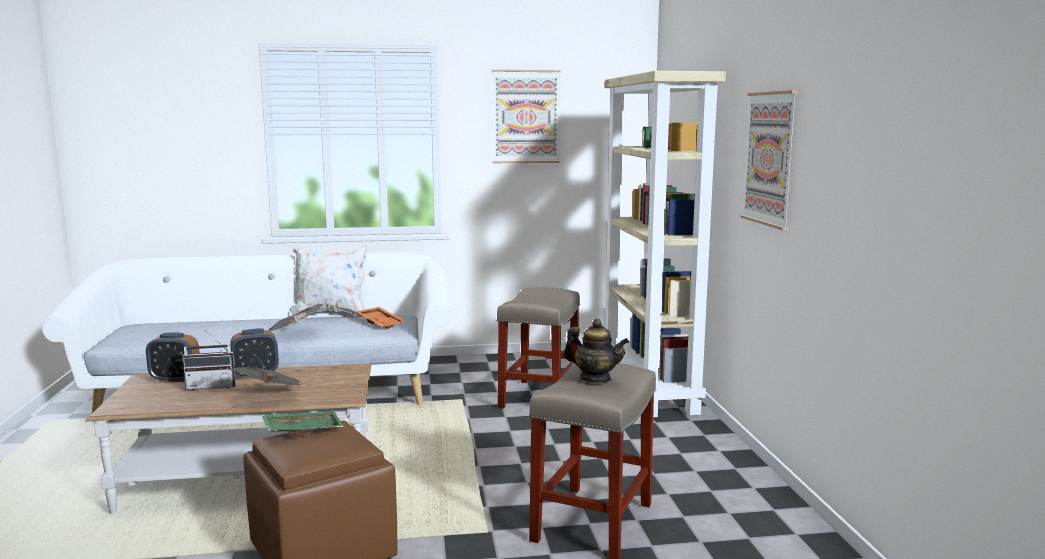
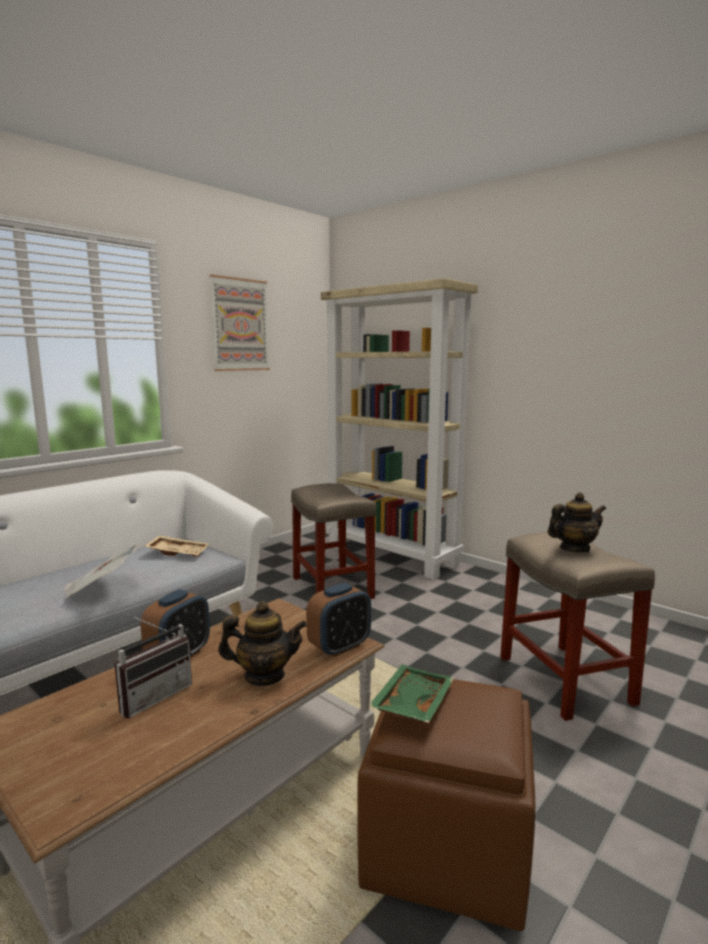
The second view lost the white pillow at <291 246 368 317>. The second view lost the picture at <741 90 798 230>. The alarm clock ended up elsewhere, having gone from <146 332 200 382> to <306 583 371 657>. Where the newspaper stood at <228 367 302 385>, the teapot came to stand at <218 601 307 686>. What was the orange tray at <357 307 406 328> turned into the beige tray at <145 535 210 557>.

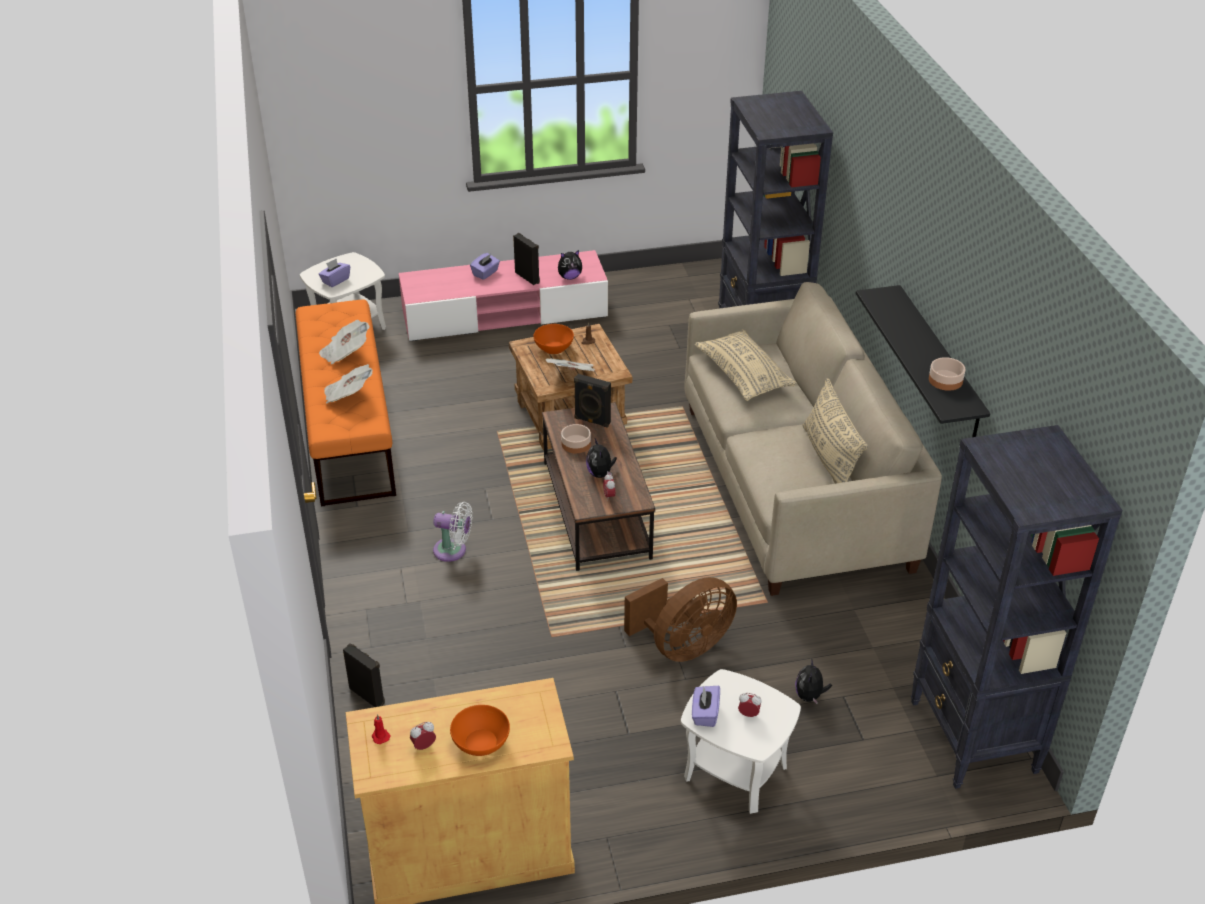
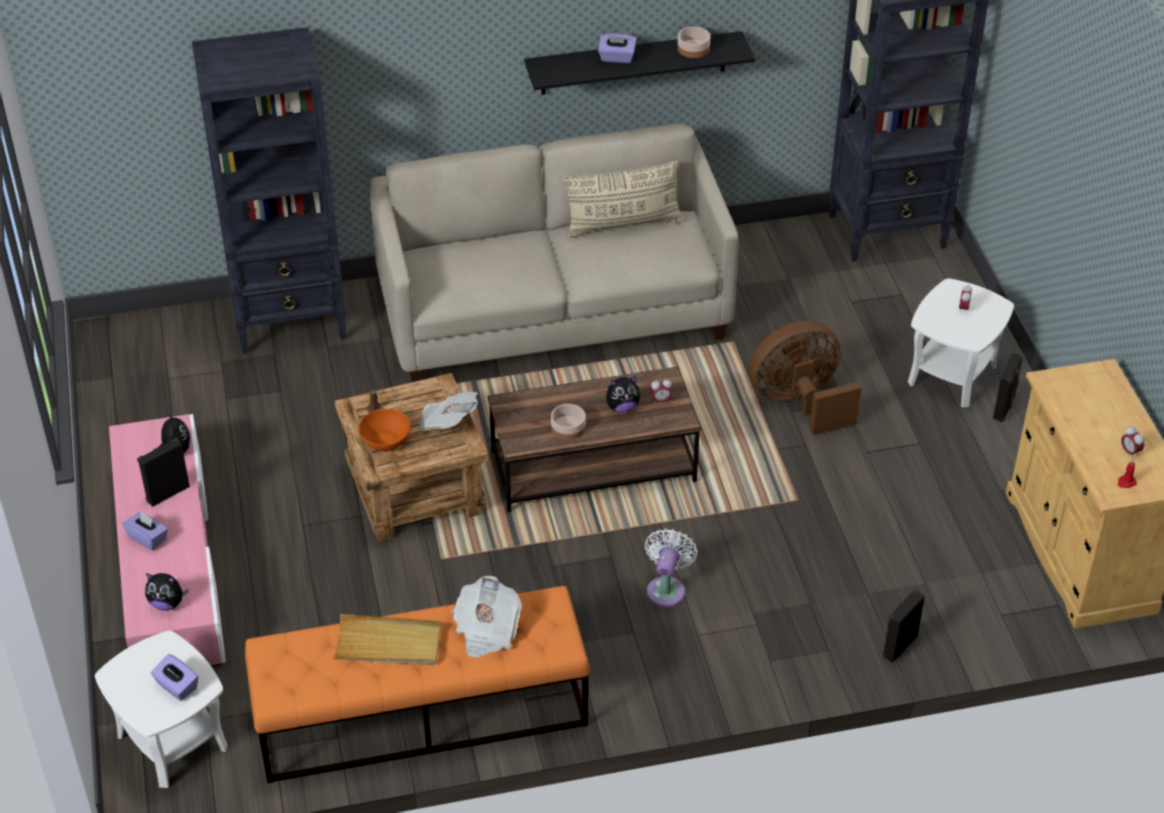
The second view lost the orange bowl at <450 705 510 756>. The second view lost the beige pillow at <695 329 797 401>. The black speaker ended up elsewhere, having gone from <574 374 611 428> to <993 353 1023 422>. The purple tissue box ended up elsewhere, having gone from <692 686 720 727> to <598 33 637 63>. The plush toy ended up elsewhere, having gone from <795 658 832 705> to <145 573 189 611>. Where the newspaper stood at <319 320 370 364>, the beige tray came to stand at <333 614 441 665>. The brown fan at <624 577 737 662> ended up facing another way, 75 degrees counterclockwise from before.

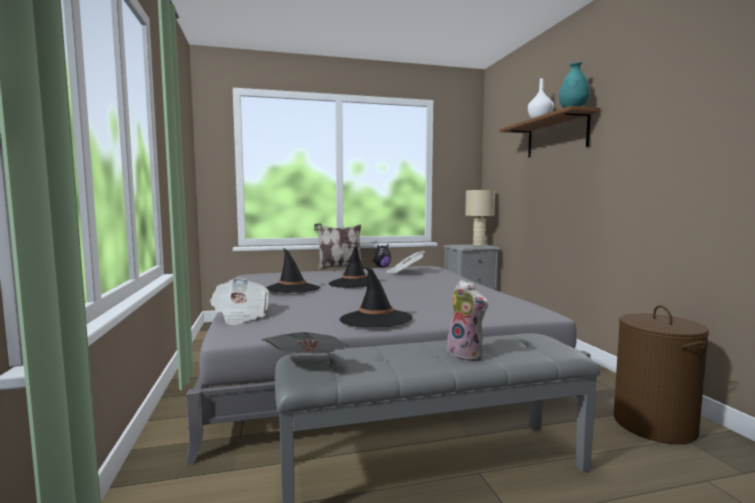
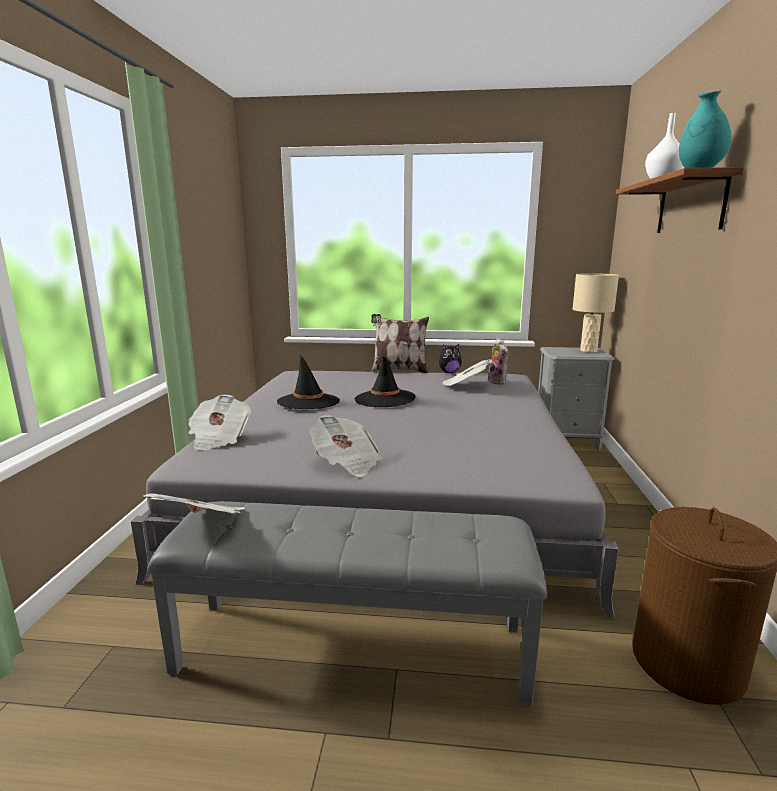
The plush toy ended up elsewhere, having gone from <447 280 488 361> to <488 338 509 385>. Where the black hat stood at <340 267 412 328>, the newspaper came to stand at <309 415 382 477>.

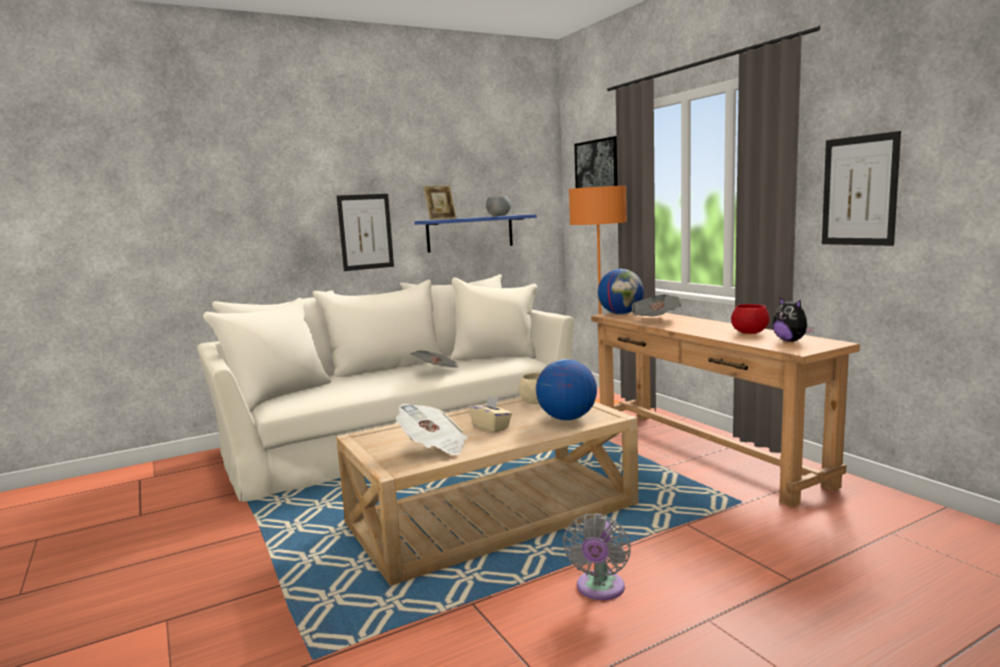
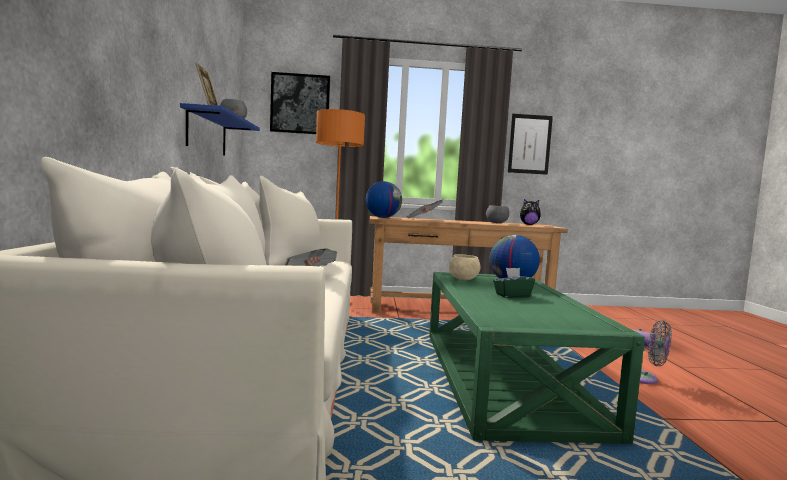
The second view lost the picture at <337 194 394 271>. The second view lost the newspaper at <396 404 468 455>. What was the beige coffee table at <336 397 639 586> turned into the green coffee table at <429 272 645 444>. What was the beige tissue box at <469 396 512 433> turned into the green tissue box at <493 268 535 298>. What was the red bowl at <731 304 769 334> turned into the grey bowl at <486 205 509 223>.

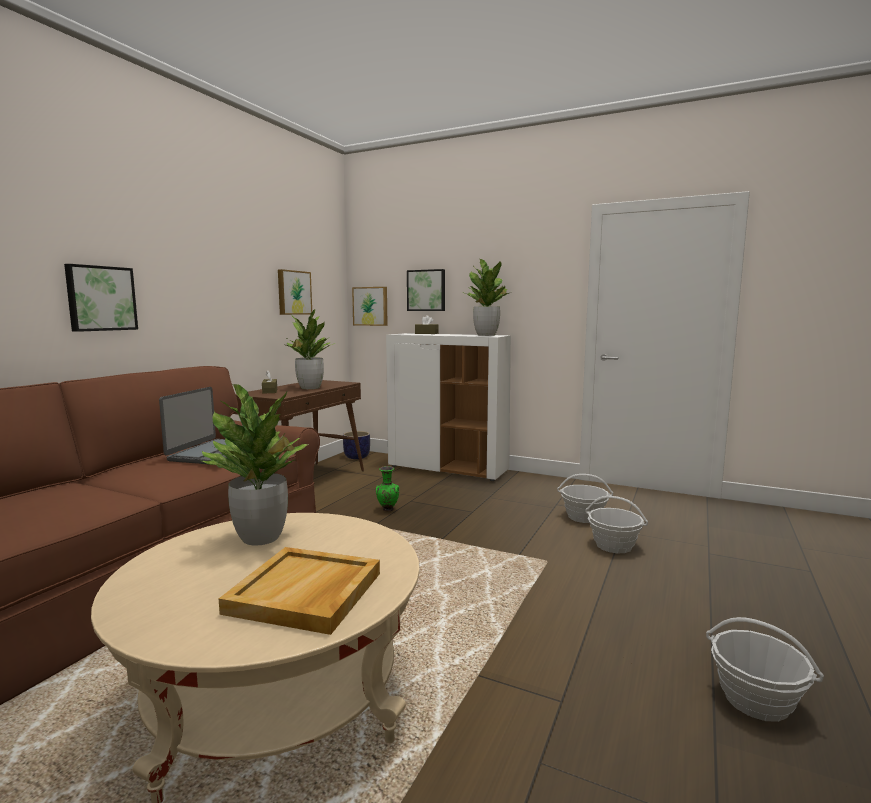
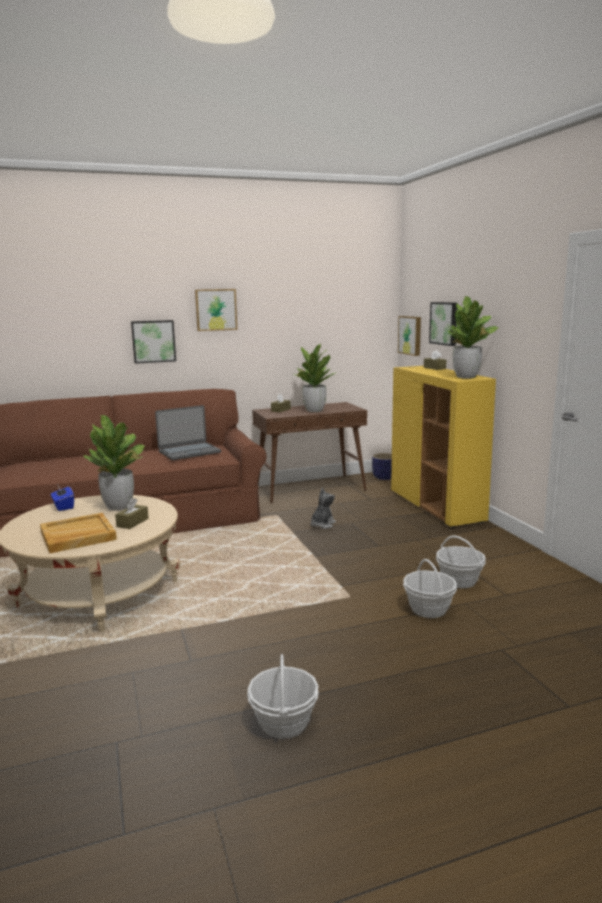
The second view gained the blue tissue box at <51 484 74 511>. The second view gained the brown tissue box at <115 498 149 529>. The picture ended up elsewhere, having gone from <278 269 312 315> to <195 289 237 331>. Where the green vase stood at <376 466 399 511>, the plush toy came to stand at <311 488 336 529>. What was the white cabinet at <386 333 511 481> turned into the yellow cabinet at <391 366 496 528>.

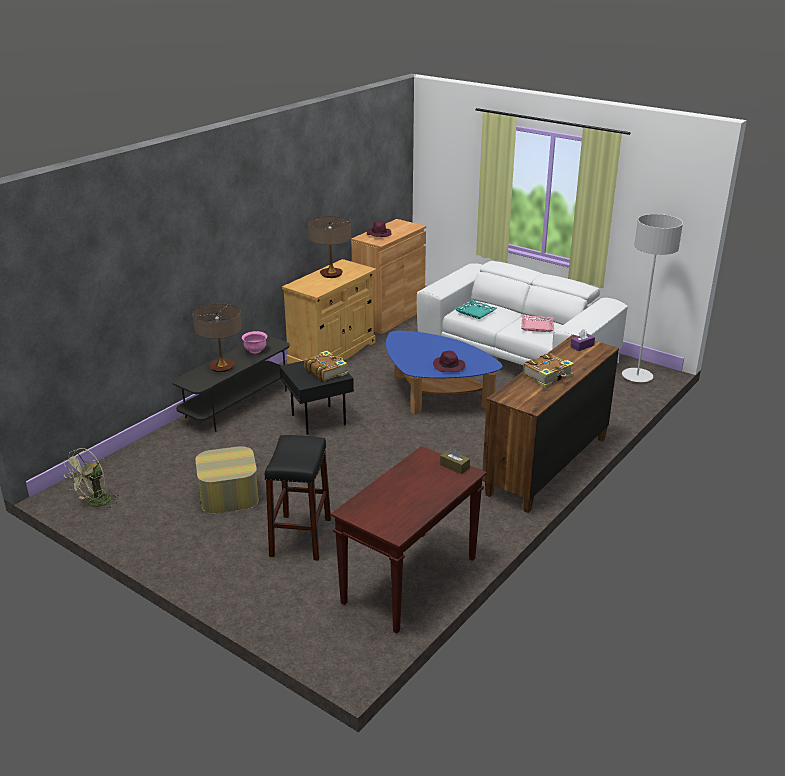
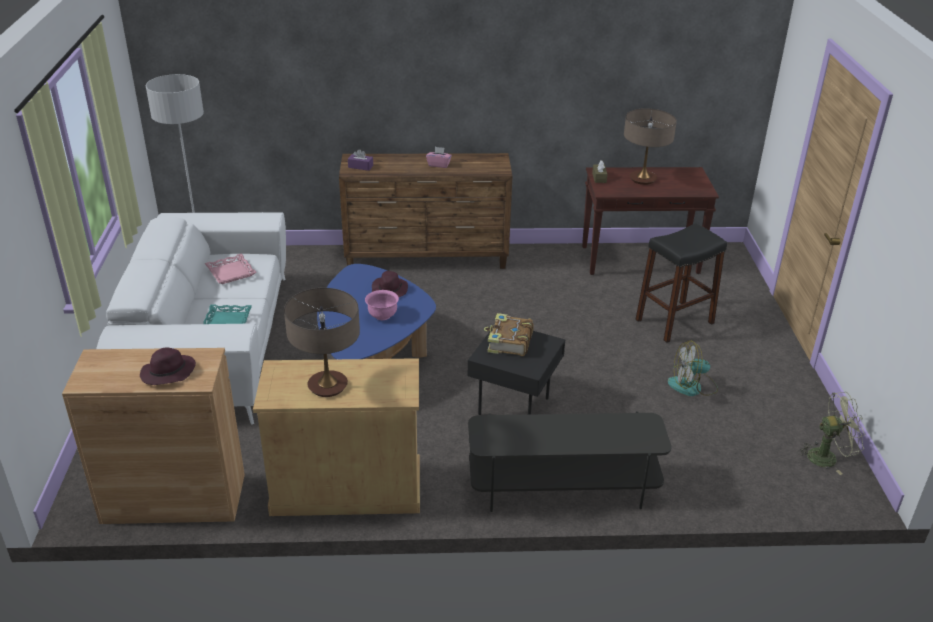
The table lamp ended up elsewhere, having gone from <193 304 242 372> to <624 108 677 185>. The pink bowl ended up elsewhere, having gone from <242 331 267 353> to <365 290 399 320>. Where the ottoman stood at <196 446 259 514>, the fan came to stand at <668 340 718 396>. Where the book stood at <523 353 574 387>, the pink tissue box came to stand at <426 147 452 168>.

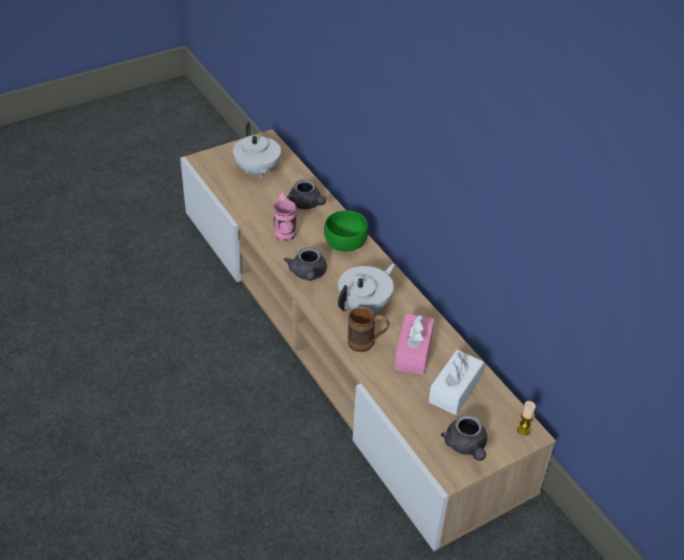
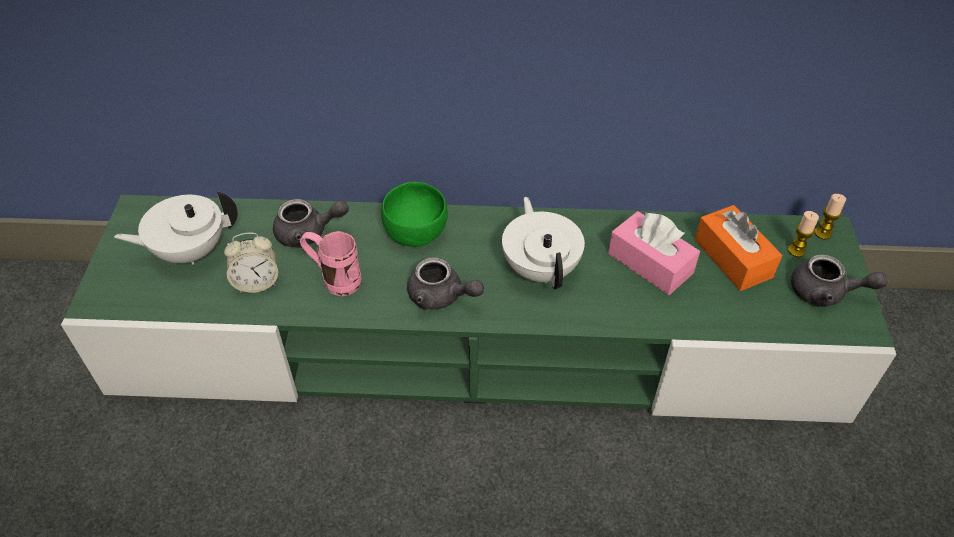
The second view lost the brown mug at <347 307 389 352>. The second view gained the alarm clock at <224 233 278 293>. The second view gained the candle at <788 211 819 257>. What was the beige tv stand at <180 129 556 551> turned into the green tv stand at <61 195 897 423>. What was the white tissue box at <429 350 484 415> turned into the orange tissue box at <695 205 782 291>. The white teapot at <233 122 281 178> ended up facing another way, 150 degrees clockwise from before.

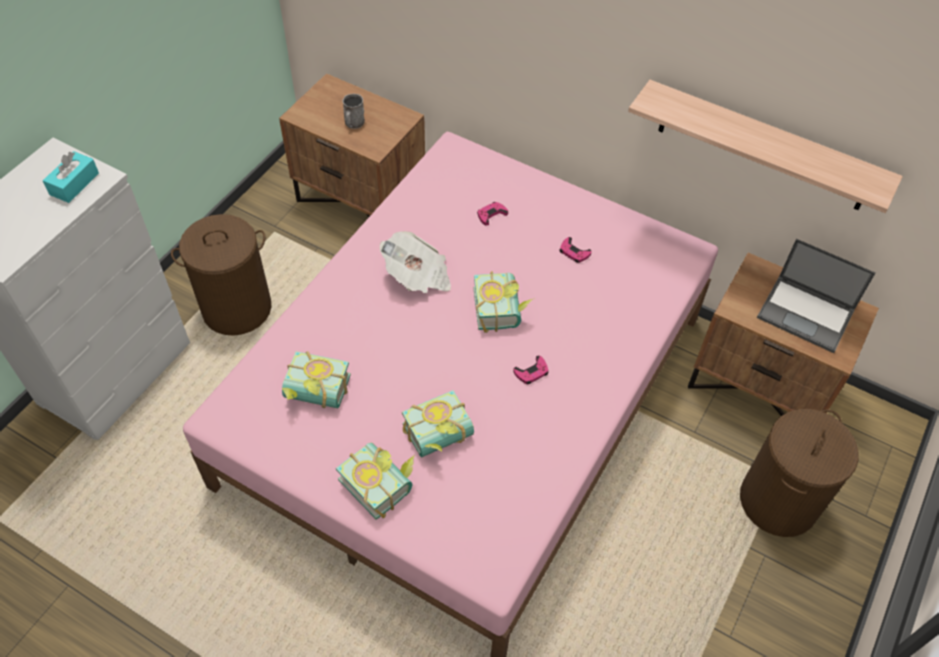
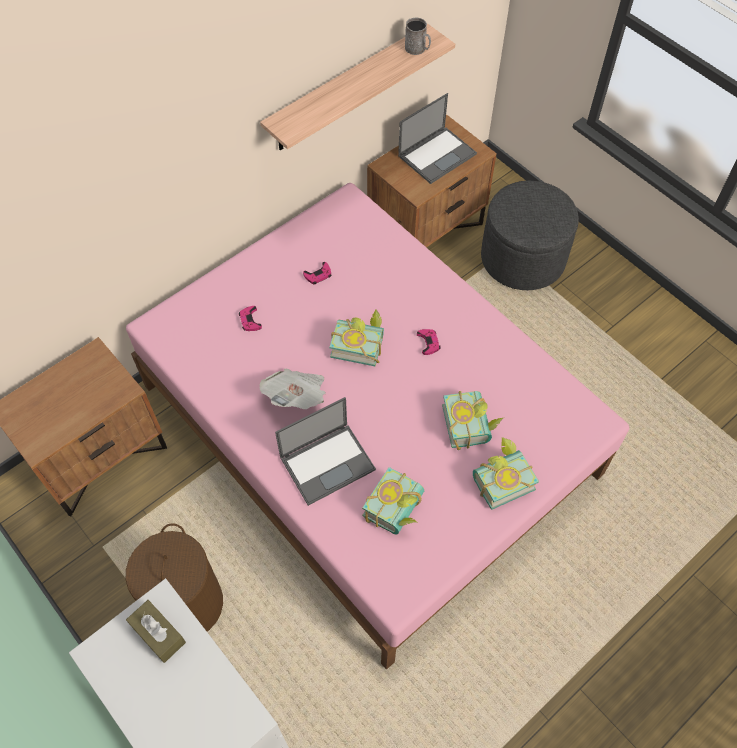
The second view gained the laptop at <275 397 376 506>. The grey mug ended up elsewhere, having gone from <342 94 365 129> to <405 17 431 55>. Where the brown laundry basket stood at <740 409 859 537>, the grey ottoman came to stand at <481 181 579 290>. What was the turquoise tissue box at <43 151 99 203> turned into the brown tissue box at <126 600 186 663>.

